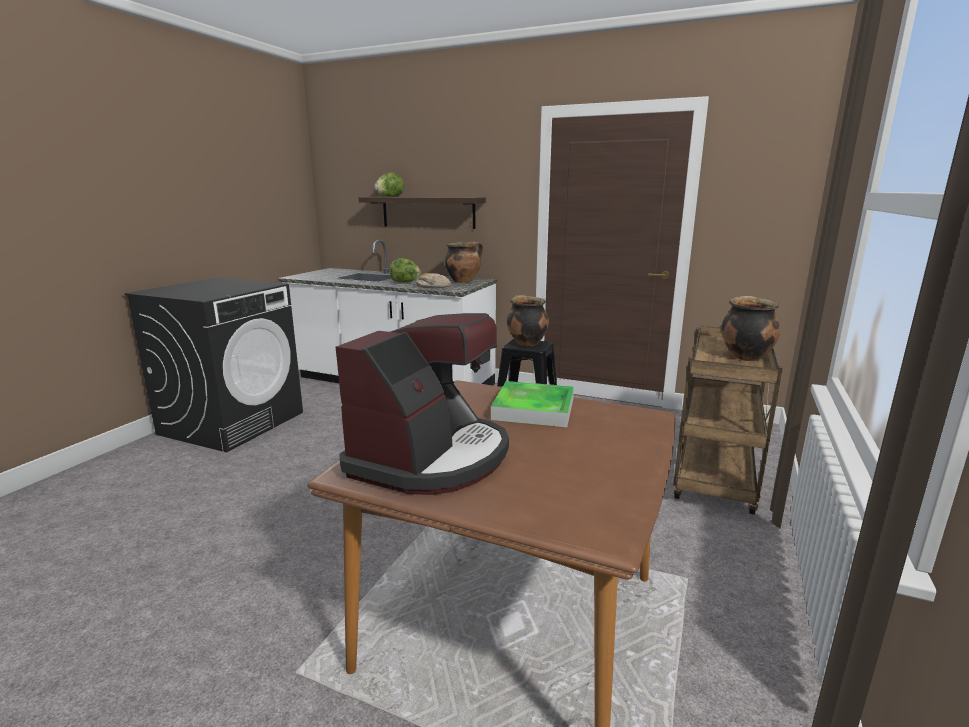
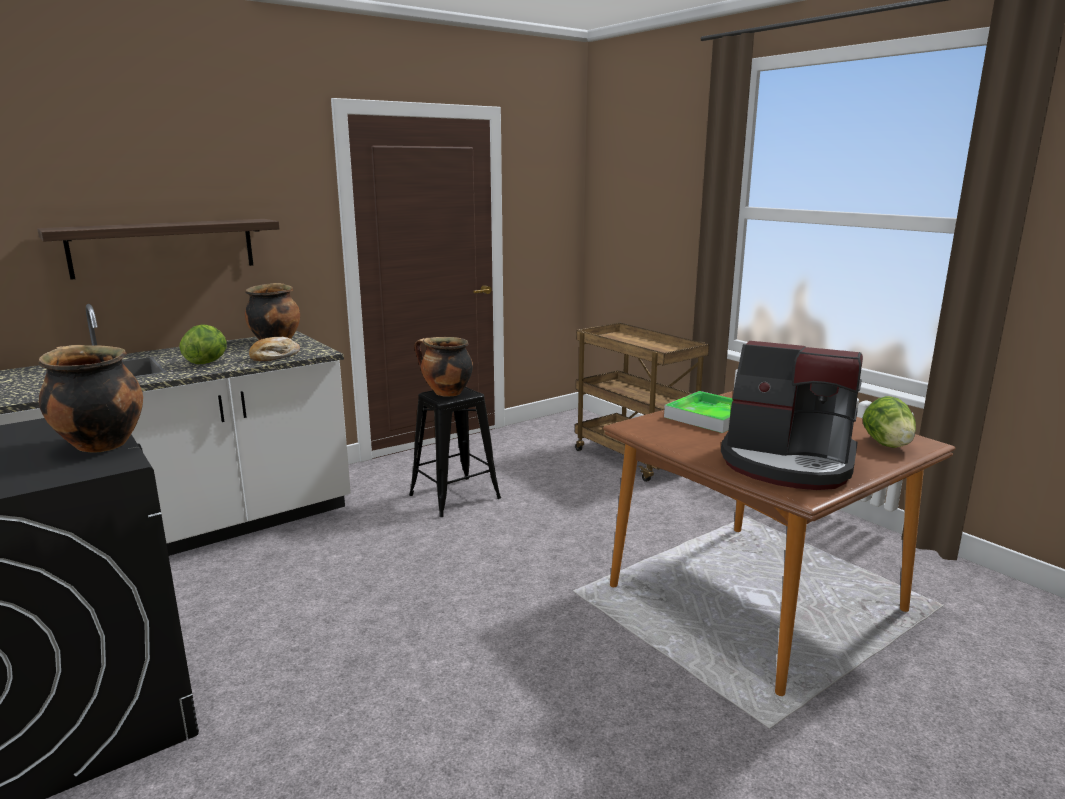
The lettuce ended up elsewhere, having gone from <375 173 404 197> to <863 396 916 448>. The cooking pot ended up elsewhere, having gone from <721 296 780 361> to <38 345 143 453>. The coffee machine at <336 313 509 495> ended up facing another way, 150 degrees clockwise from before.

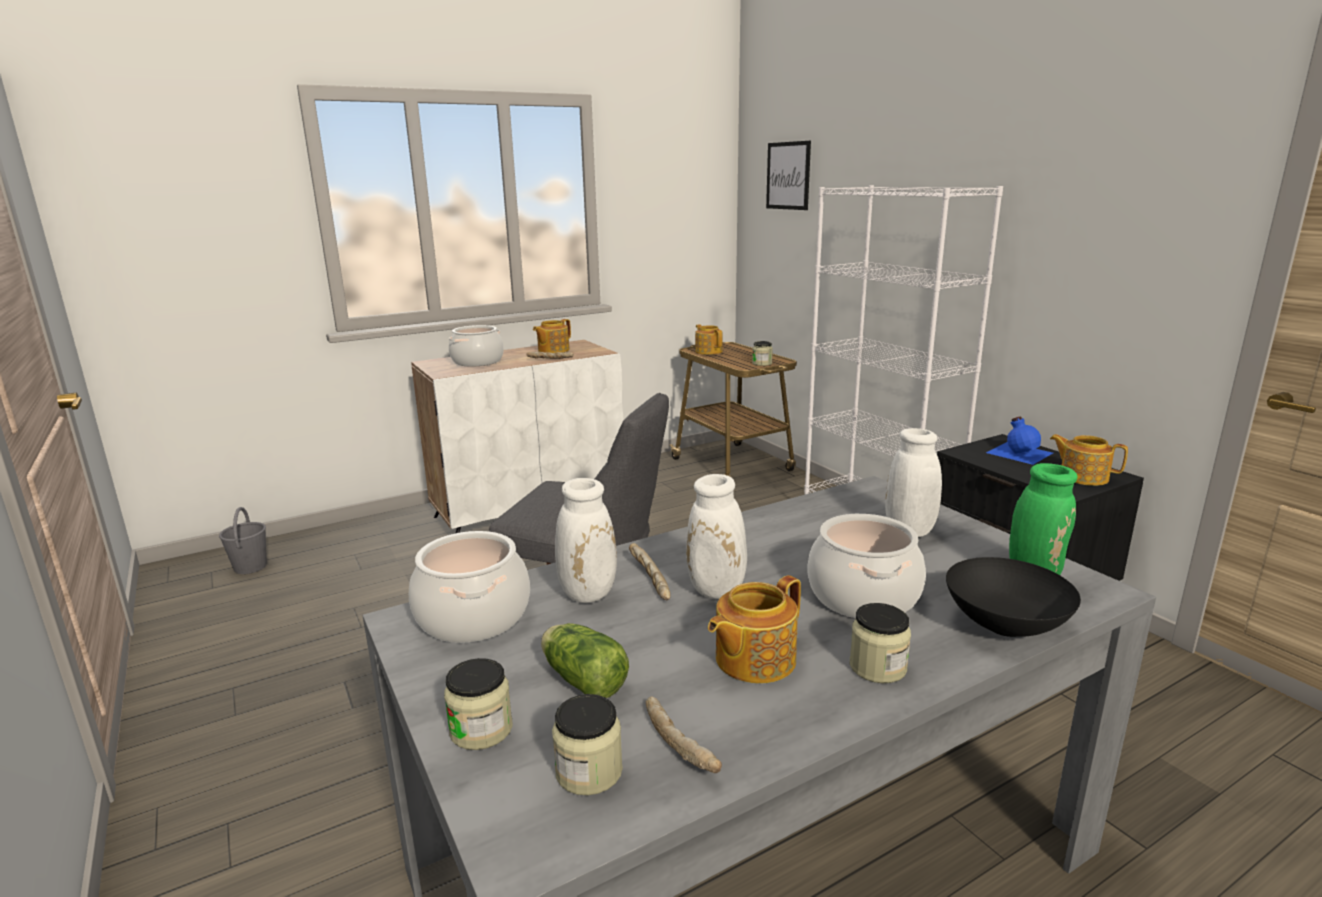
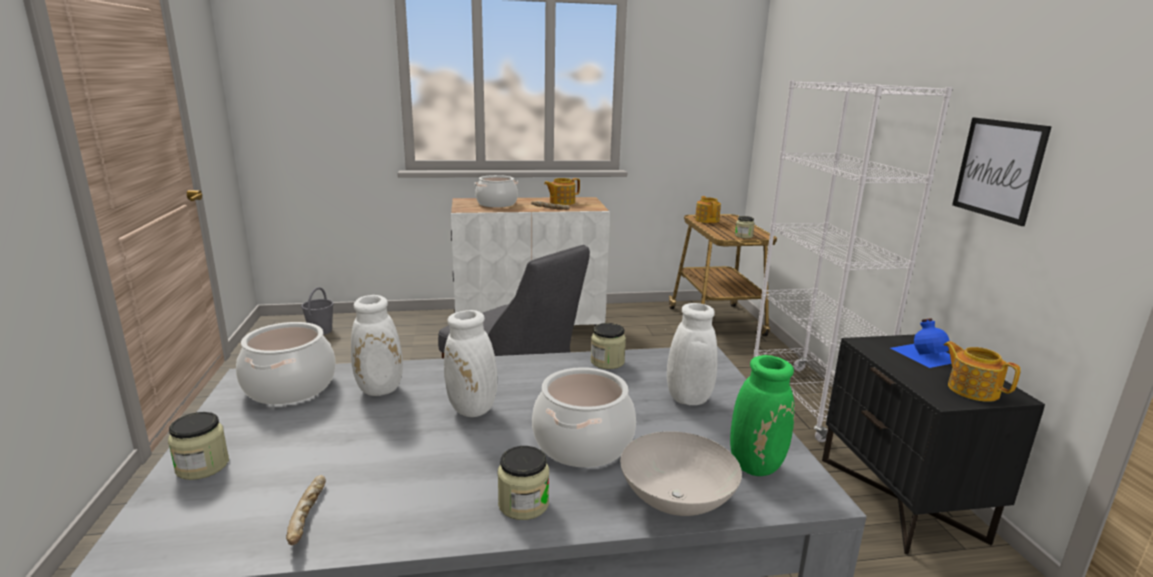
The second view lost the lettuce at <541 623 629 698>. The second view lost the bread at <629 543 670 600>. The second view lost the teapot at <708 575 801 683>. The jar ended up elsewhere, having gone from <552 694 623 795> to <591 323 626 369>. The picture ended up elsewhere, having gone from <766 141 811 210> to <952 117 1052 226>. What was the black bowl at <946 557 1081 637> turned into the white bowl at <621 431 742 516>.

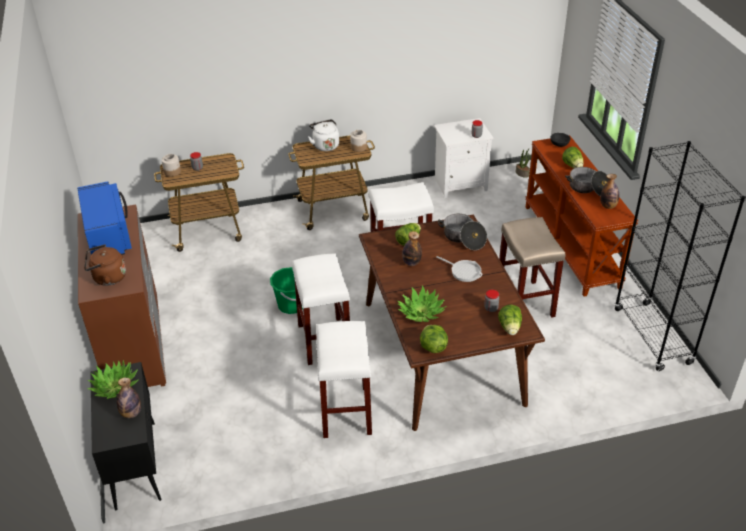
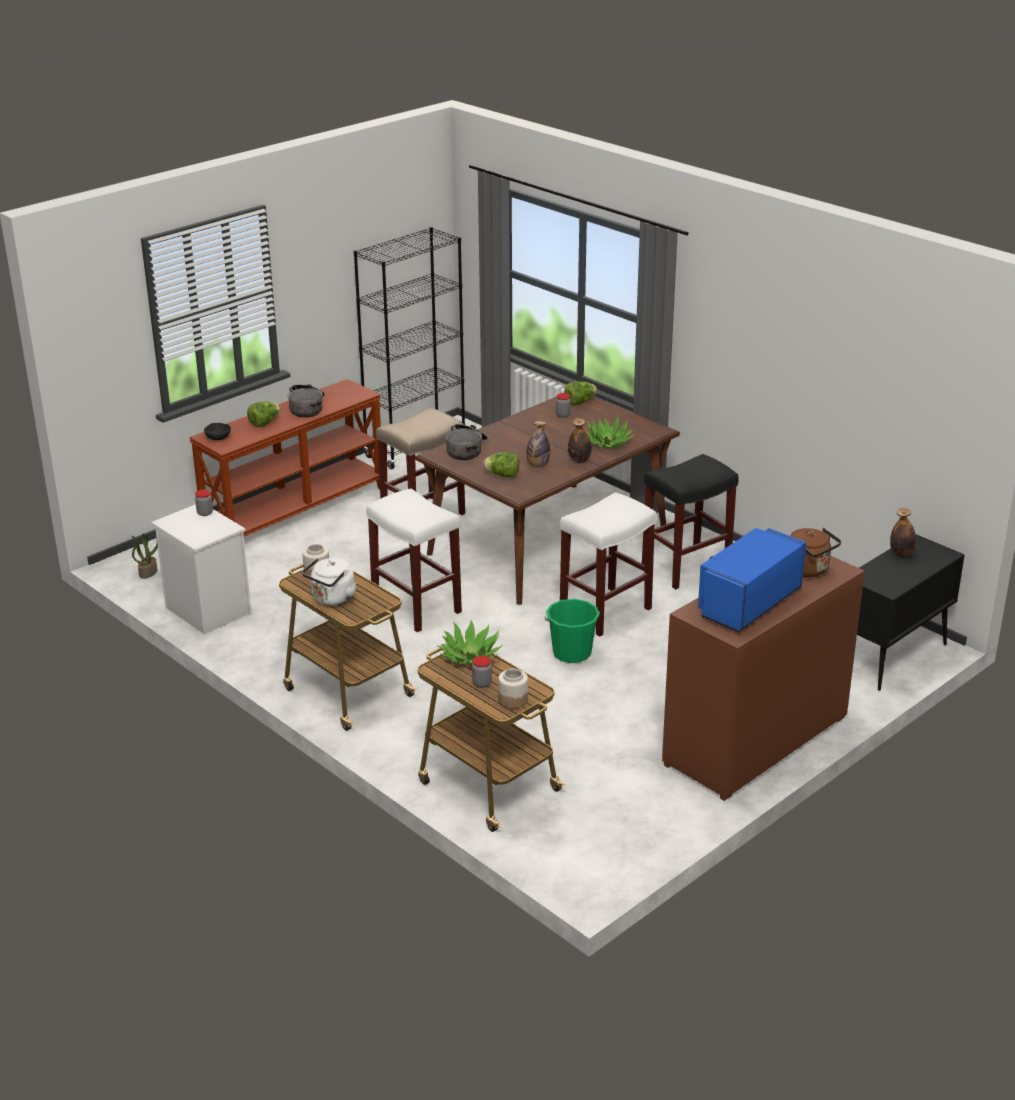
The second view lost the lettuce at <420 325 448 353>. The second view lost the frying pan at <436 256 483 282>. The potted plant ended up elsewhere, having gone from <87 360 139 399> to <437 620 503 665>. The bottle ended up elsewhere, having gone from <600 174 619 209> to <568 418 591 463>. What was the white stool at <316 321 372 438> turned into the black stool at <642 454 739 589>.

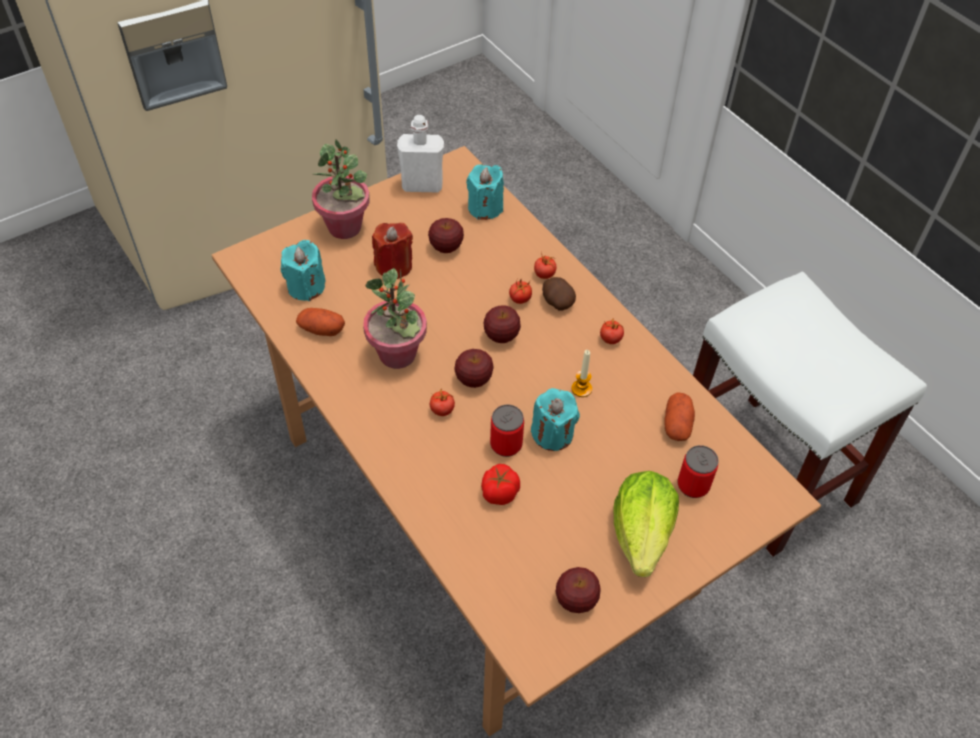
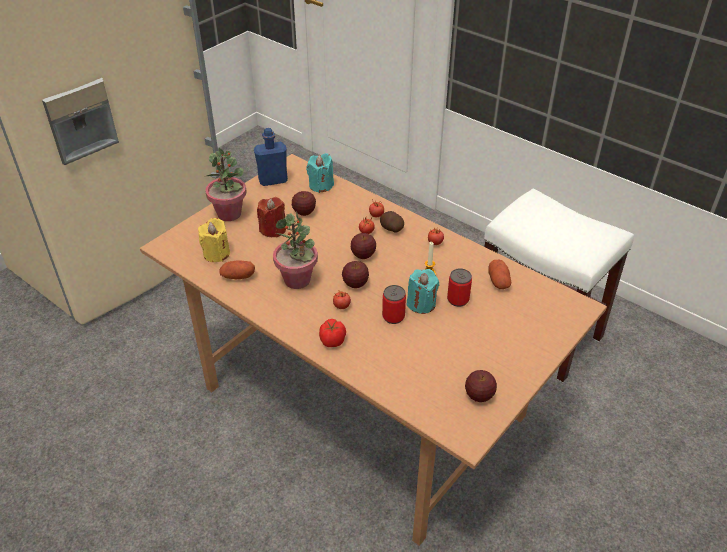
The second view lost the lettuce at <613 471 679 577>. The tomato ended up elsewhere, having gone from <481 464 520 505> to <319 319 346 347>. The can ended up elsewhere, having gone from <677 445 719 498> to <447 268 472 307>. What was the turquoise candle at <281 240 326 301> turned into the yellow candle at <198 218 230 262>. What was the white bottle at <397 115 444 192> turned into the blue bottle at <254 128 288 186>.

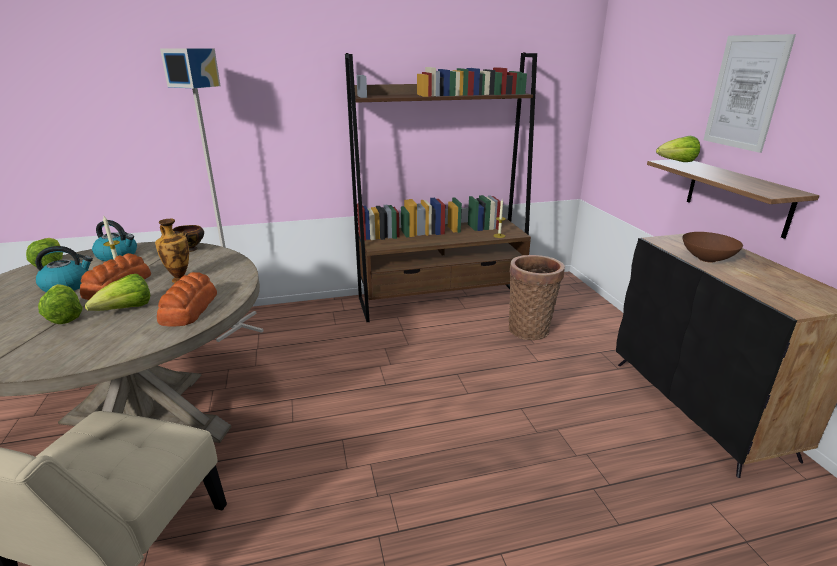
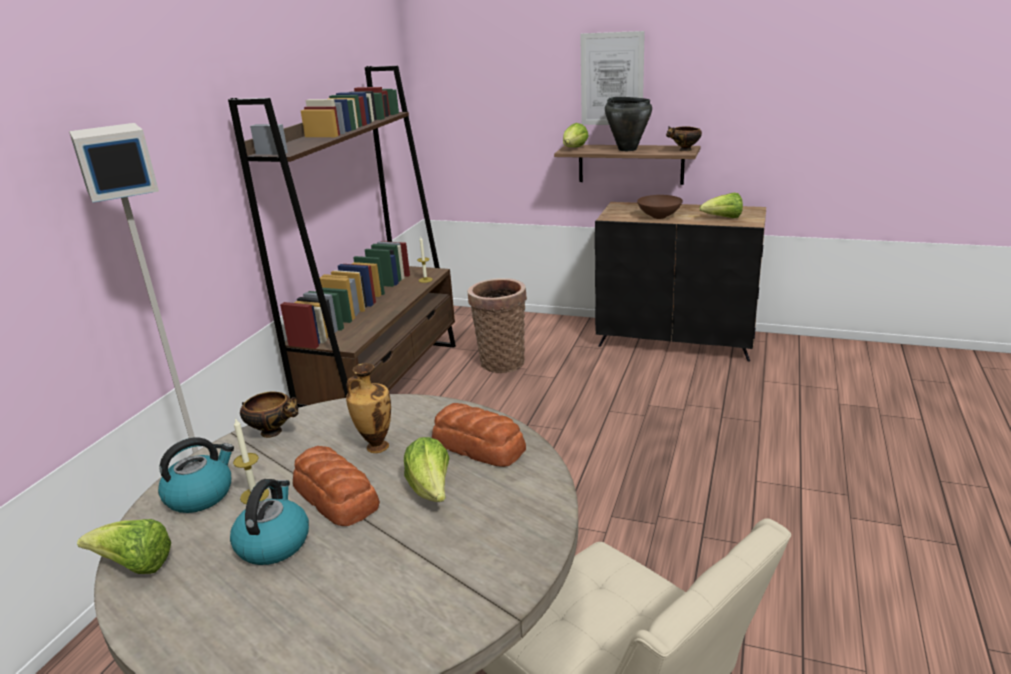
The second view gained the black cooking pot at <605 97 652 151>. The second view gained the bowl at <666 126 702 151>. The lettuce ended up elsewhere, having gone from <38 284 83 324> to <699 193 743 218>.

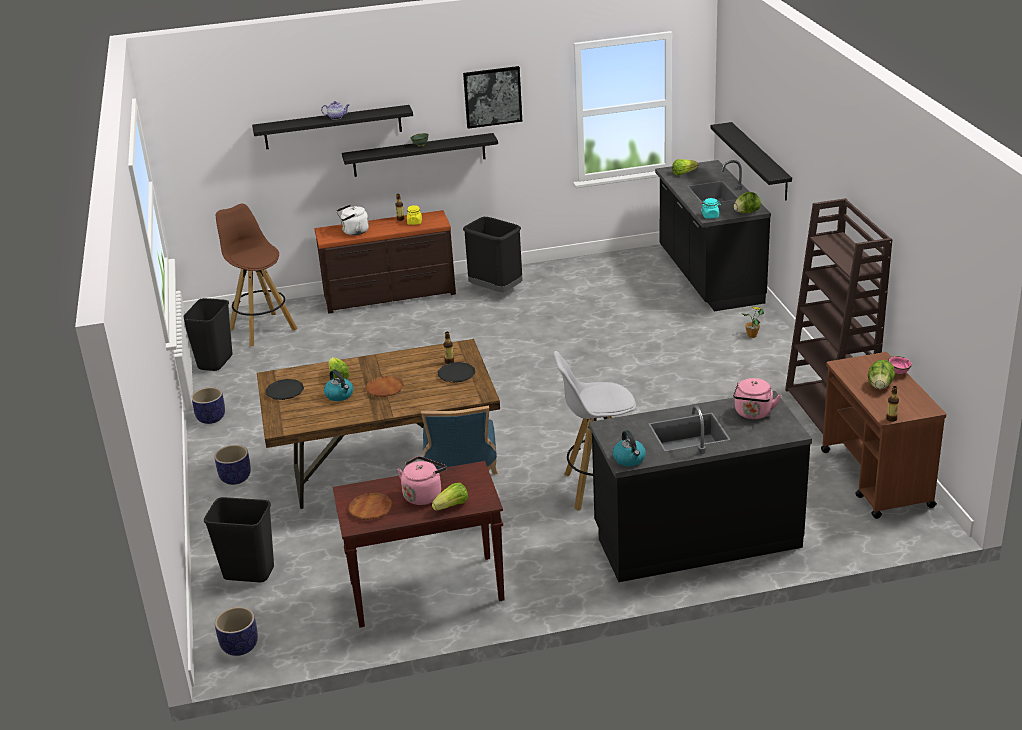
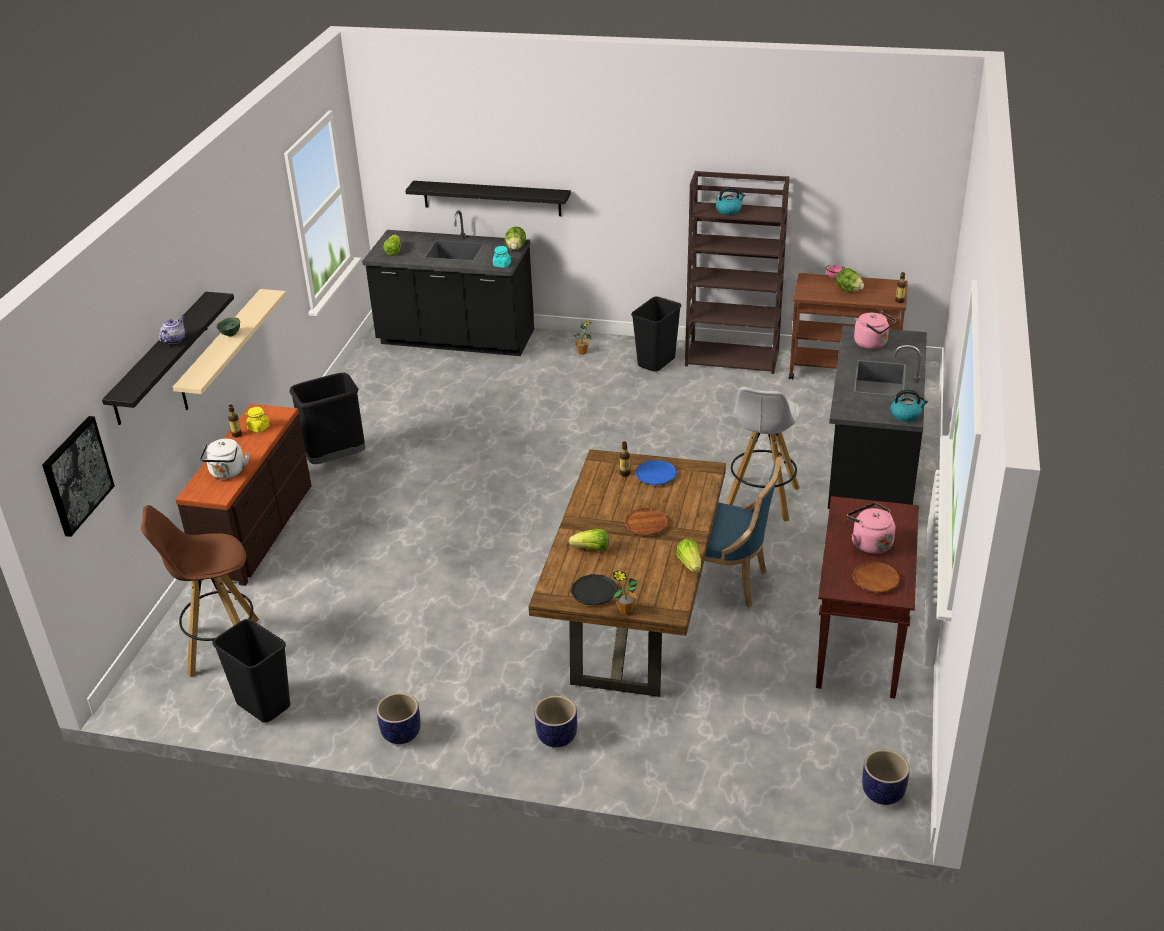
The second view gained the potted plant at <613 570 638 615>. The black trash can ended up elsewhere, having gone from <204 497 274 582> to <631 297 681 372>. The kettle ended up elsewhere, having gone from <324 370 353 401> to <716 187 745 215>. The lettuce ended up elsewhere, having gone from <432 483 468 511> to <676 539 701 573>. The picture ended up elsewhere, having gone from <463 66 522 129> to <42 416 115 537>. What was the black shelf at <342 133 498 177> turned into the beige shelf at <173 289 286 410>. What was the black plate at <438 362 475 383> turned into the blue plate at <635 460 677 485>.

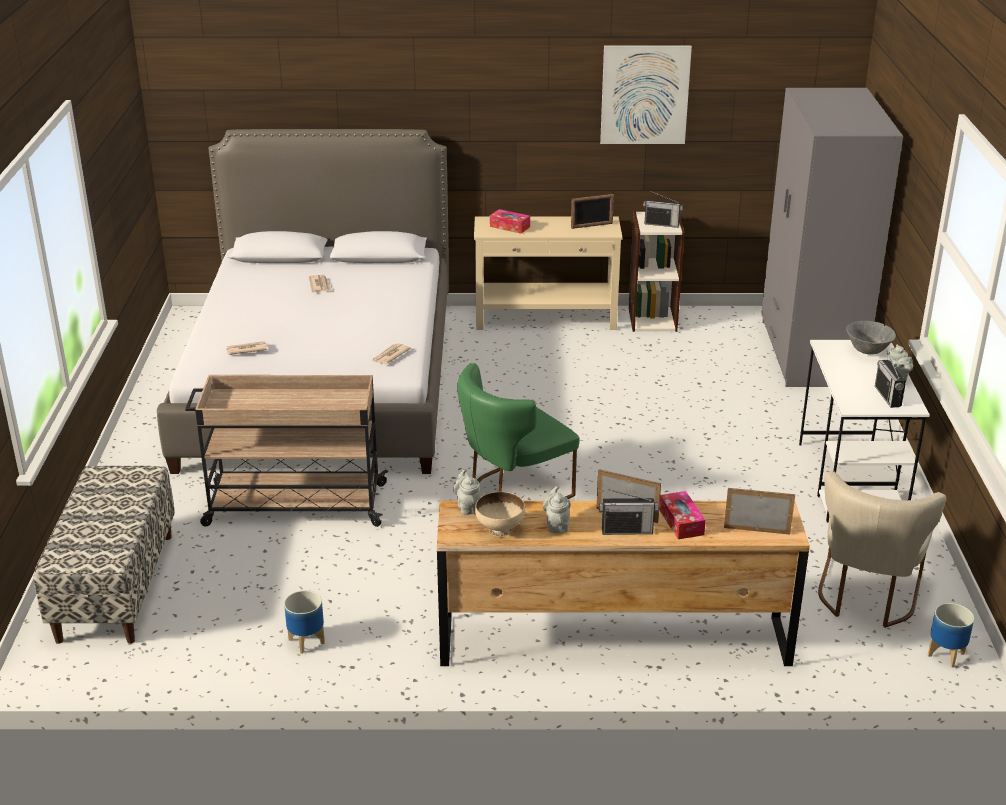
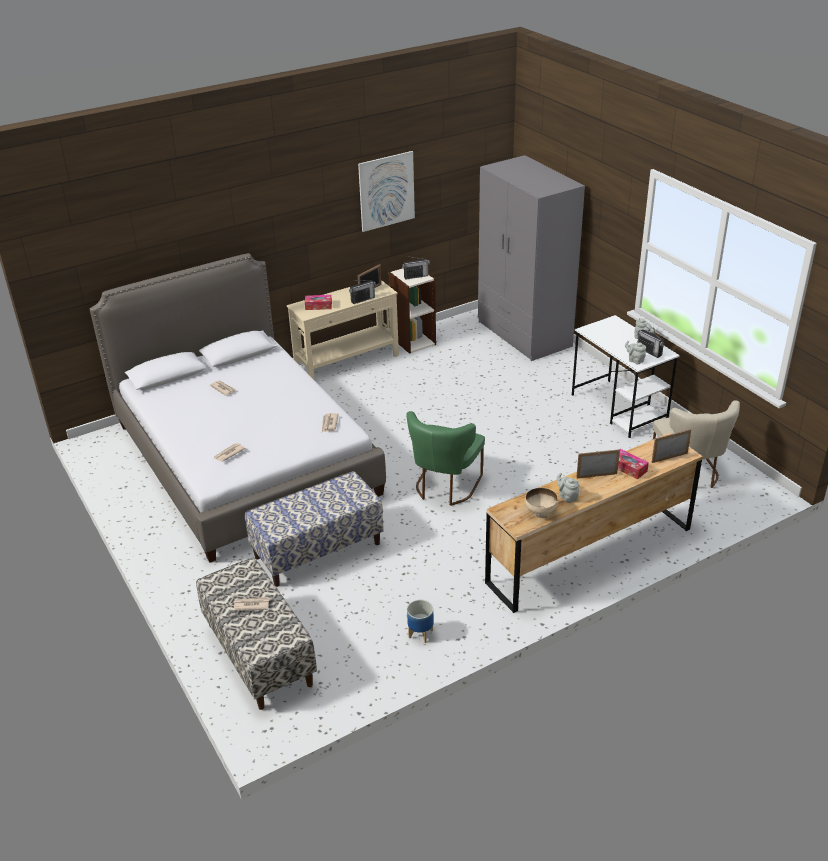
The second view lost the grey bowl at <846 321 896 354>. The second view lost the planter at <928 603 974 667>. The second view gained the newspaper at <234 597 270 611>. The grey teapot ended up elsewhere, having gone from <453 469 481 515> to <625 341 646 364>. The radio ended up elsewhere, having gone from <599 489 658 535> to <349 280 376 304>. Where the beige cart stood at <185 375 389 527>, the bench came to stand at <245 471 384 587>.

